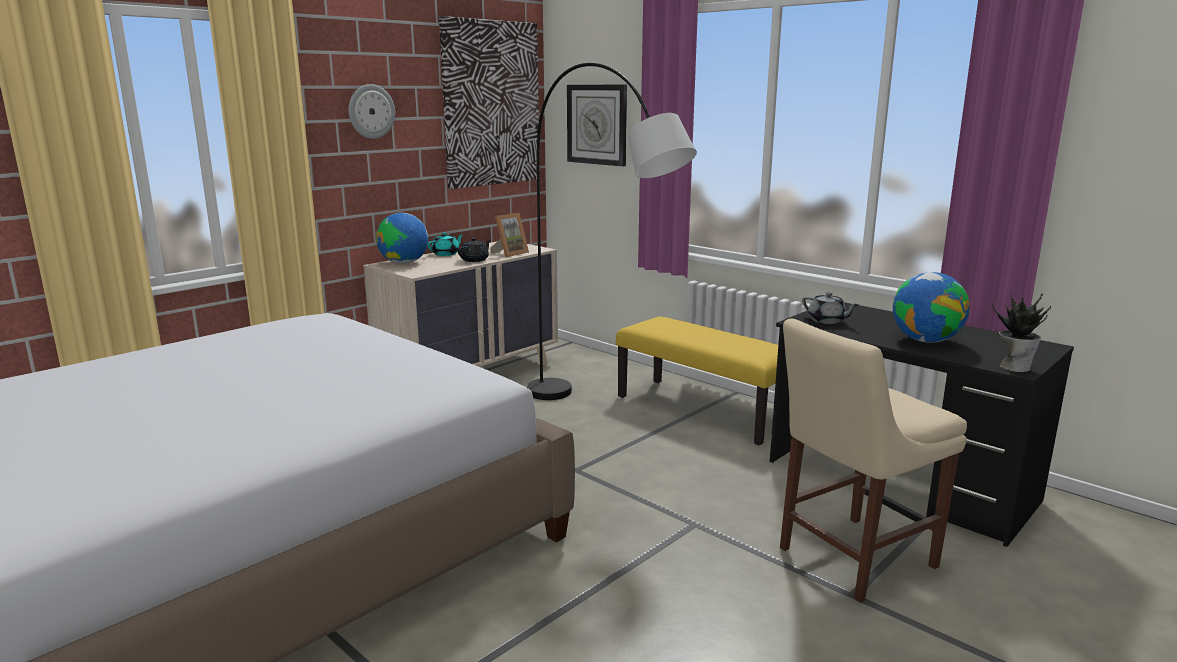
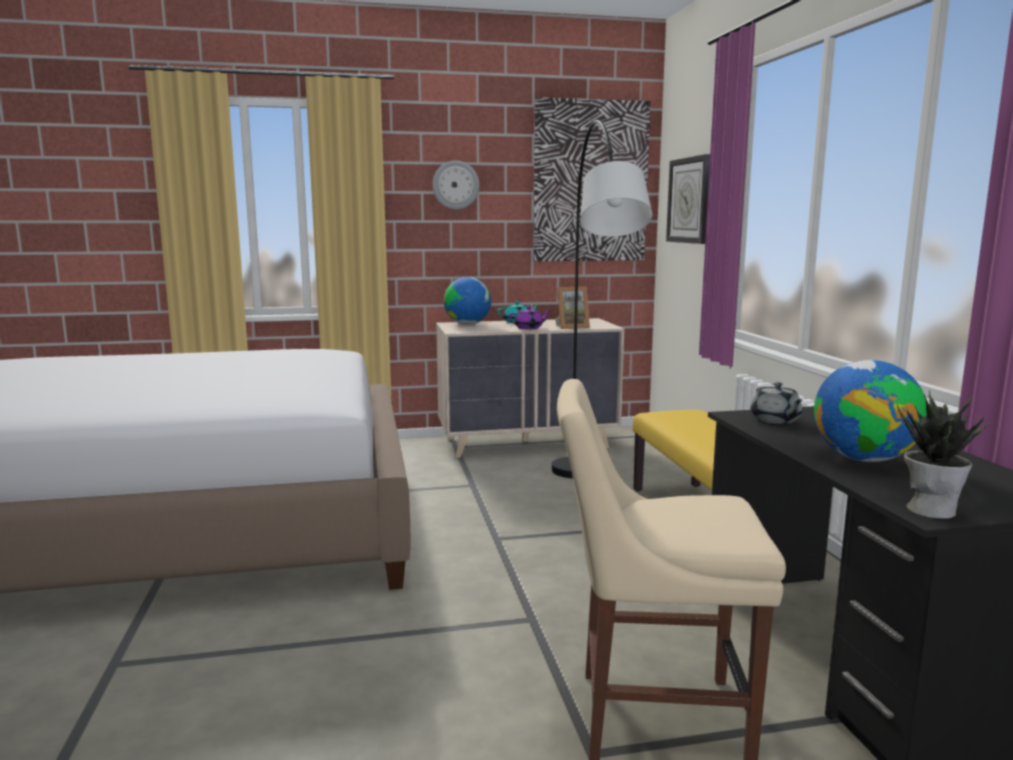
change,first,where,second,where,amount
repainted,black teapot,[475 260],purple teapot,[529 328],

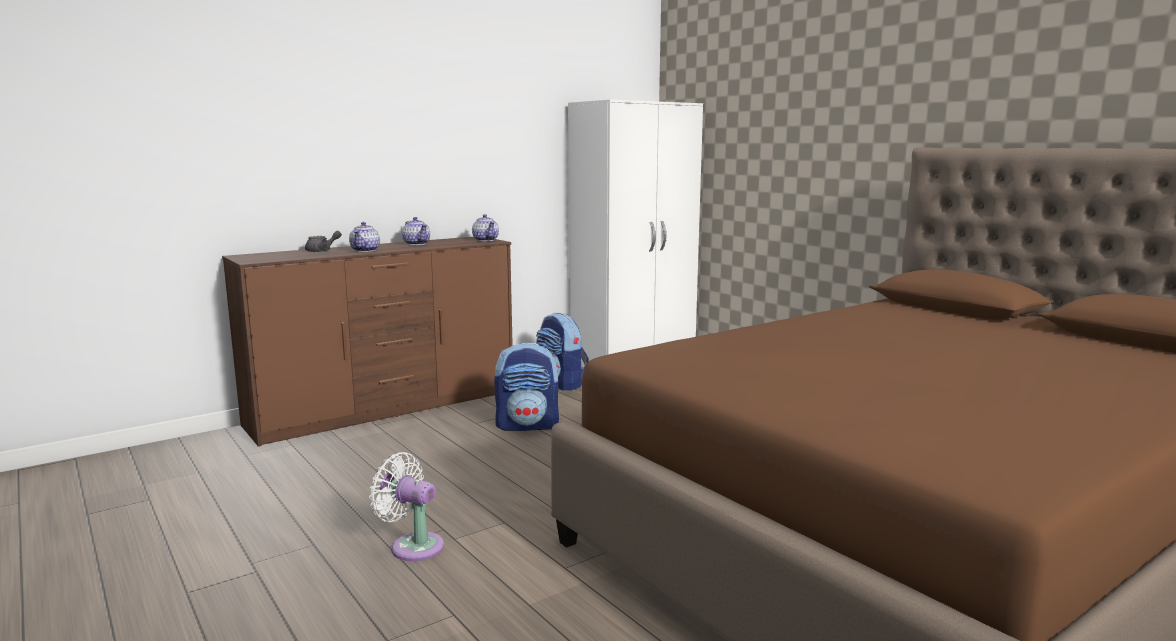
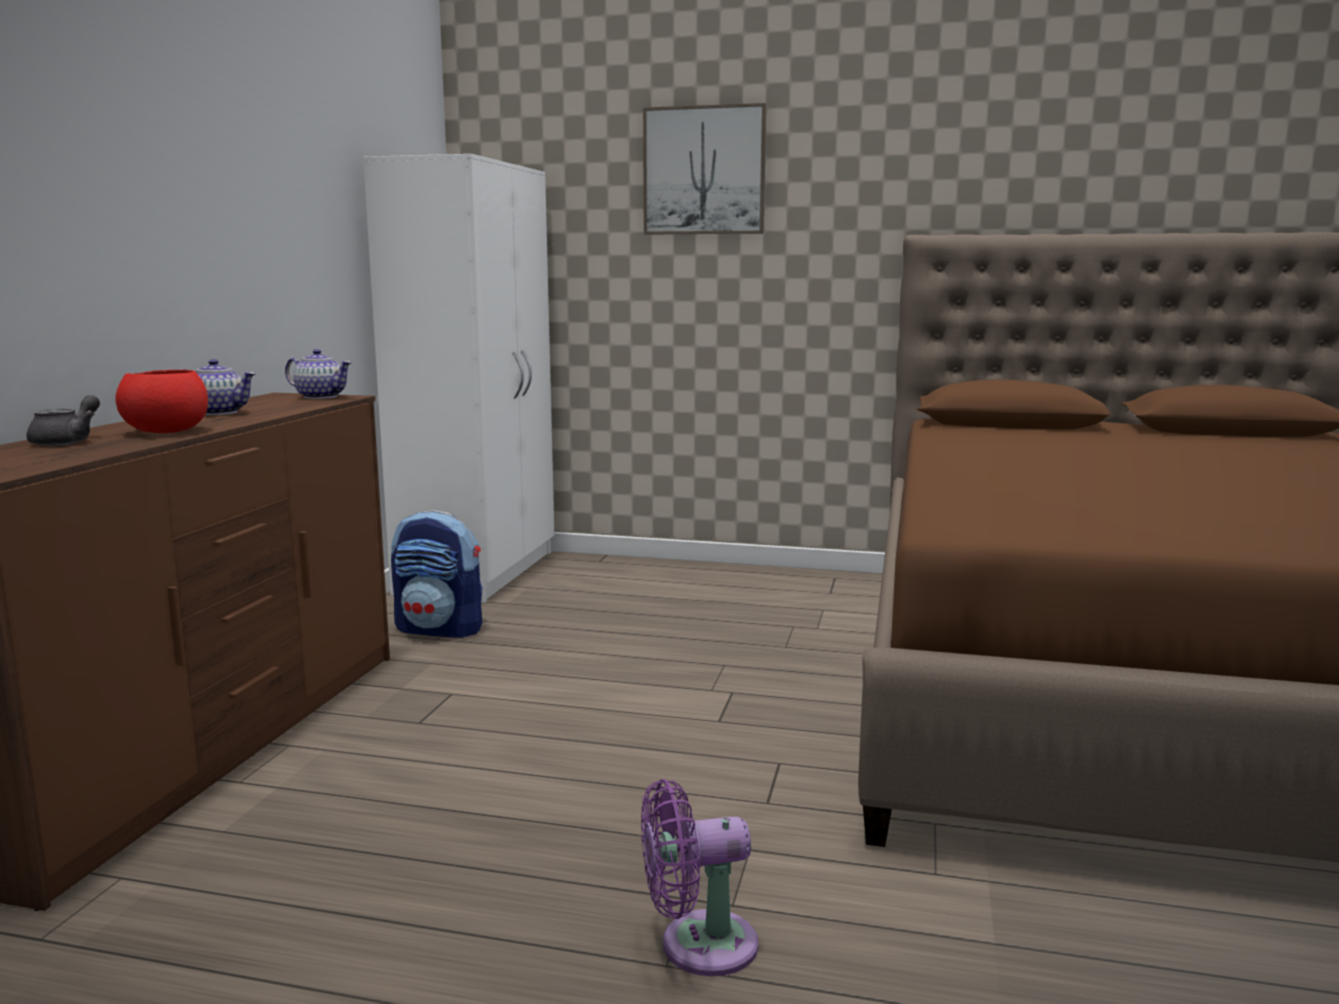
change,first,where,second,where,amount
gone,backpack,[528 425],,,
new,,,picture,[704 171],
swapped,teapot,[365 250],red bowl,[167 431],
repainted,white fan,[413 546],purple fan,[698 945],

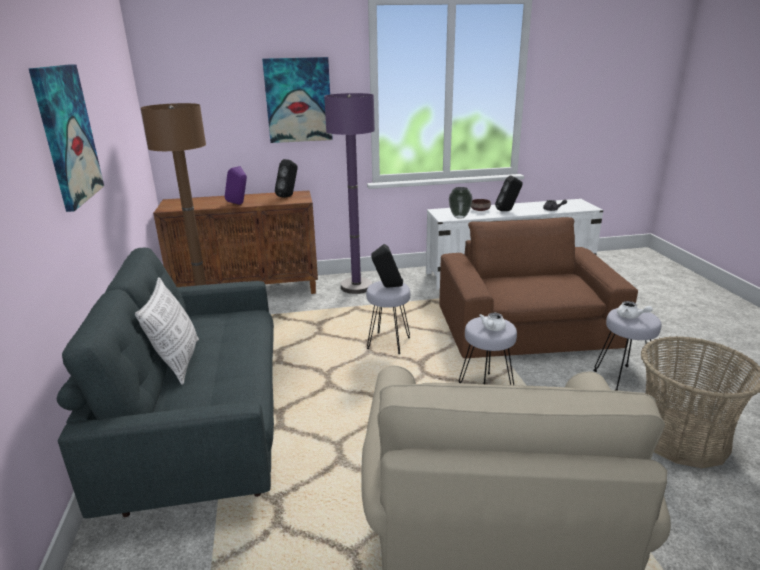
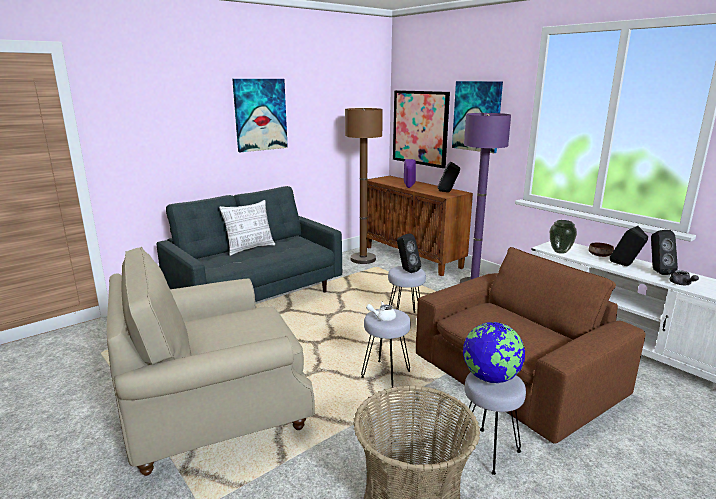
change,first,where,second,where,amount
new,,,picture,[420 128],
new,,,black speaker,[657 271],
swapped,white teapot,[630 316],globe,[491 378],

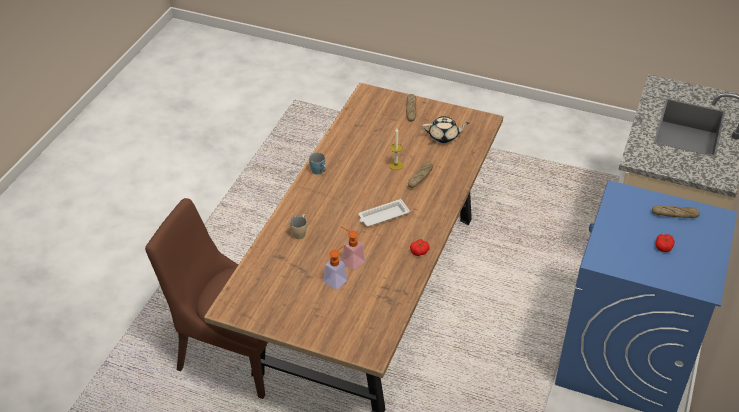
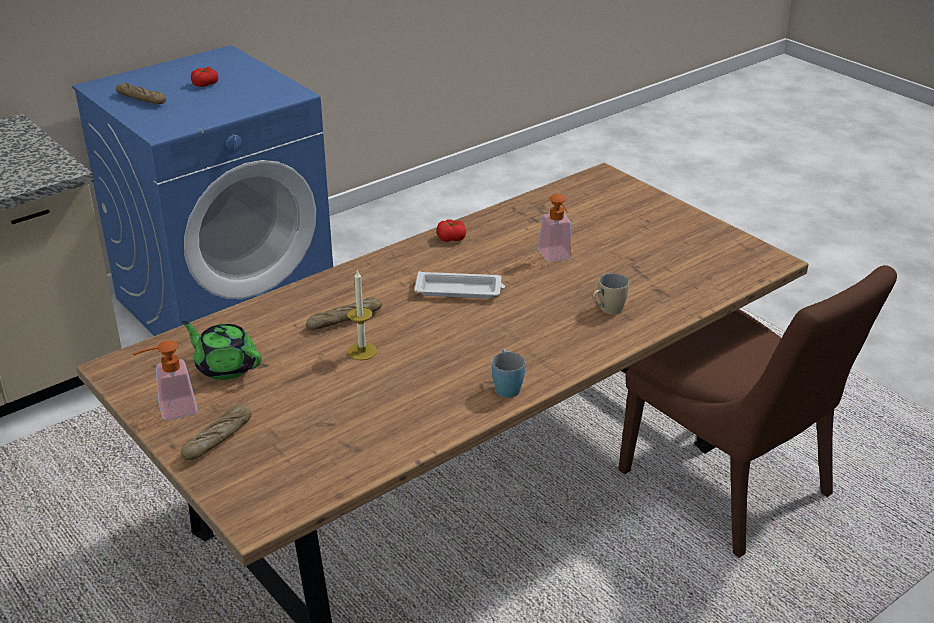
change,first,where,second,where,amount
shifted,soap dispenser,[338 279],,[170 410],
repainted,beige teapot,[444 137],green teapot,[225 366],

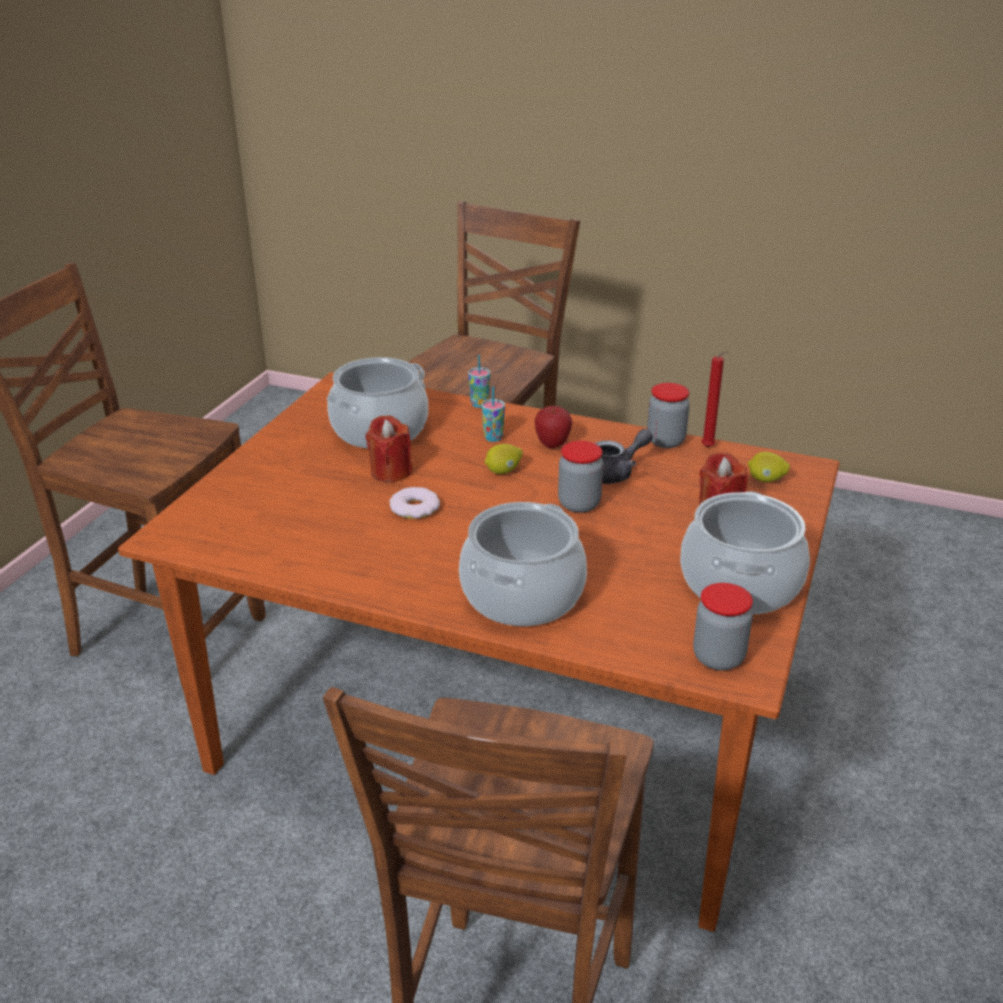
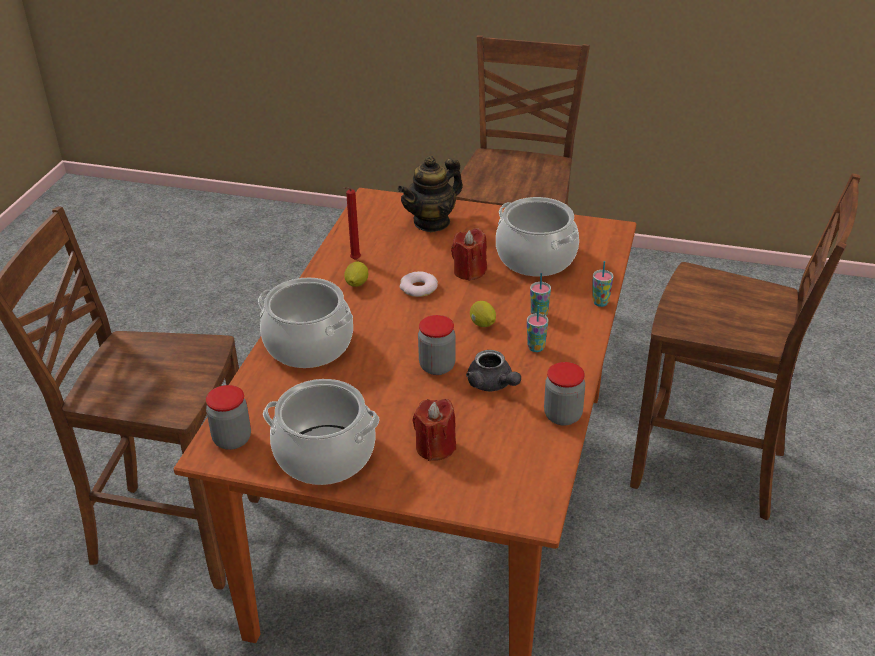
change,first,where,second,where,amount
new,,,teapot,[432 222],
shifted,red candle,[709 448],,[354 260],
shifted,lemon,[766 480],,[356 284],
swapped,apple,[552 444],cup,[536 347],

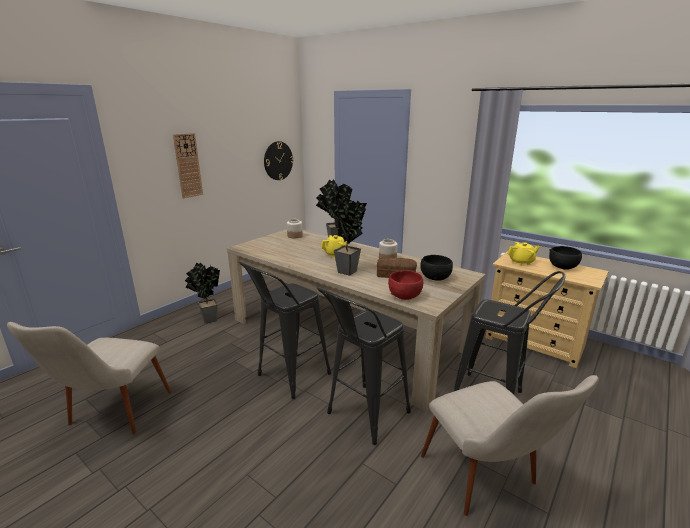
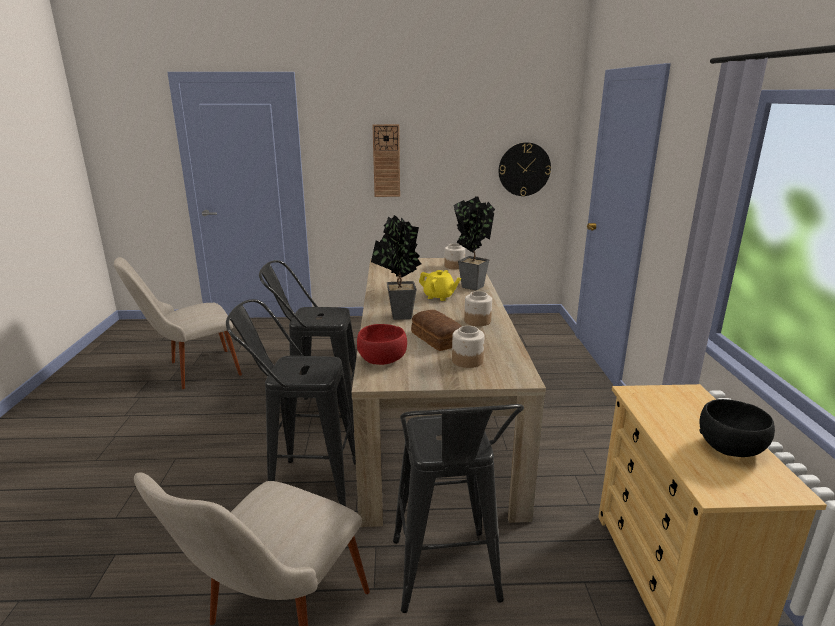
change,first,where,second,where,amount
gone,potted plant,[207 319],,,
gone,yellow teapot,[521 262],,,
swapped,black bowl,[435 277],jar,[467 360],

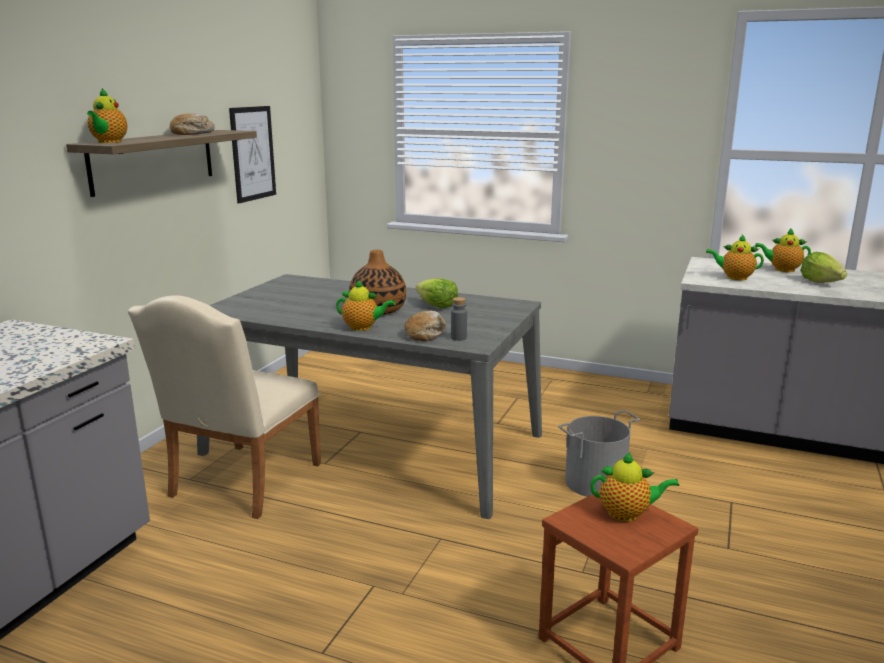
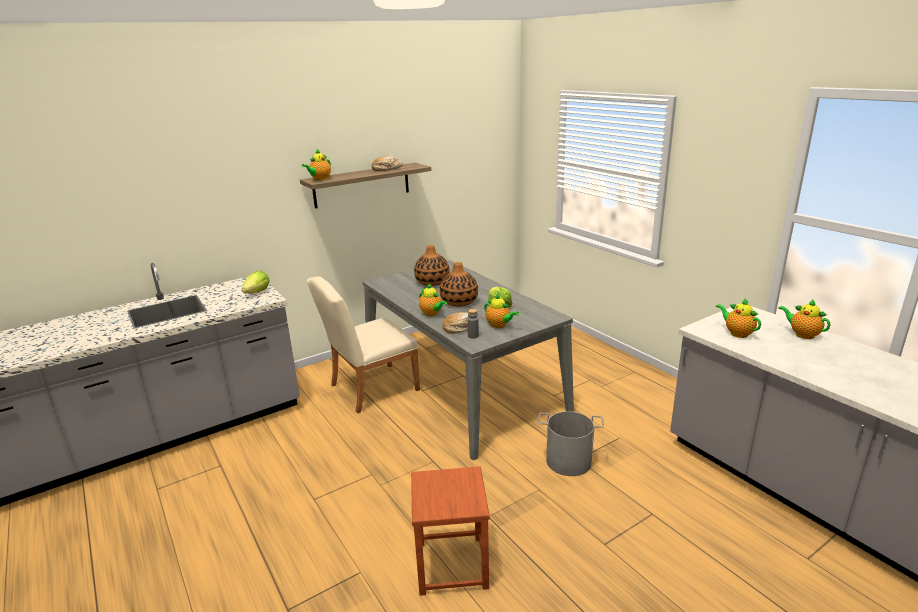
change,first,where,second,where,amount
gone,picture,[253 153],,,
new,,,vase,[432 282],
shifted,teapot,[627 514],,[499 325],
shifted,lettuce,[820 282],,[257 292],

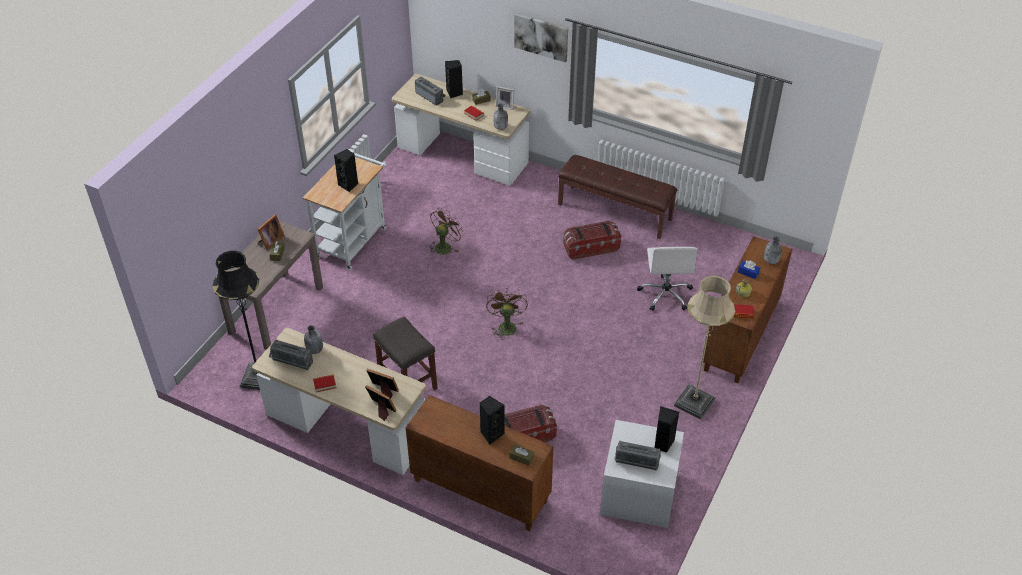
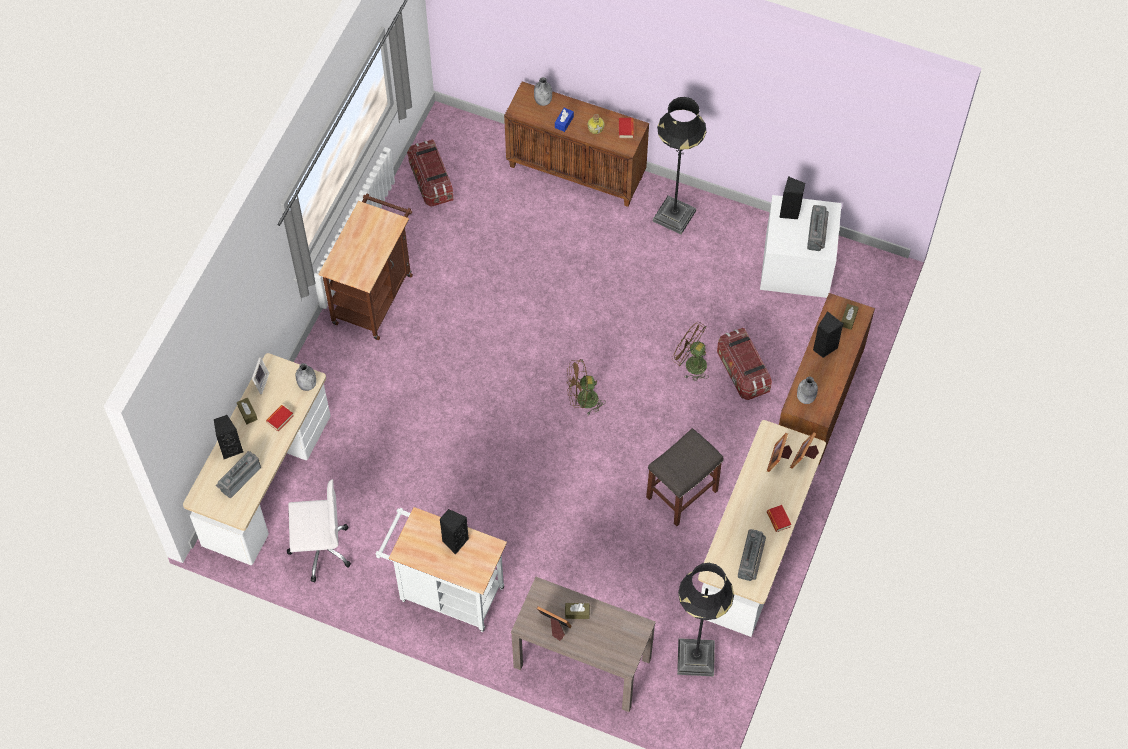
change,first,where,second,where,amount
gone,picture,[541 37],,,
shifted,grey bottle,[314 350],,[805 398],
shifted,brown fan,[445 246],,[691 363],
shifted,storage box,[591 248],,[431 182],
shifted,white office chair,[665 294],,[320 549],
swapped,brown bench,[615 211],brown cart,[374 294],
repainted,beige floor lamp,[694 403],black floor lamp,[674 216],

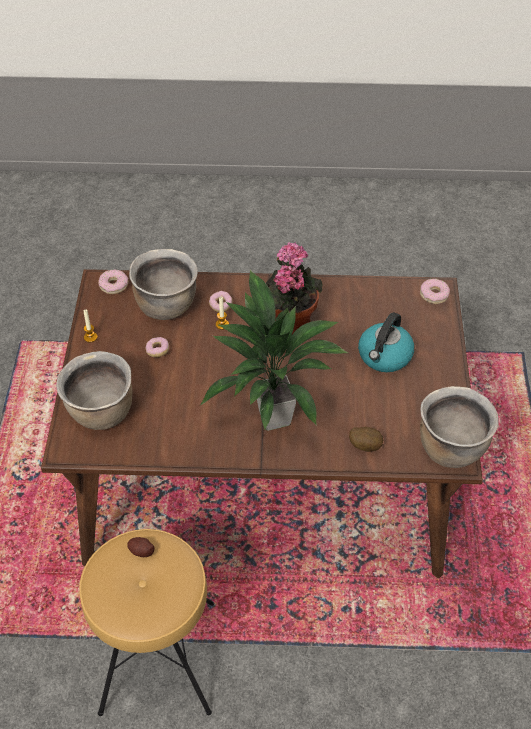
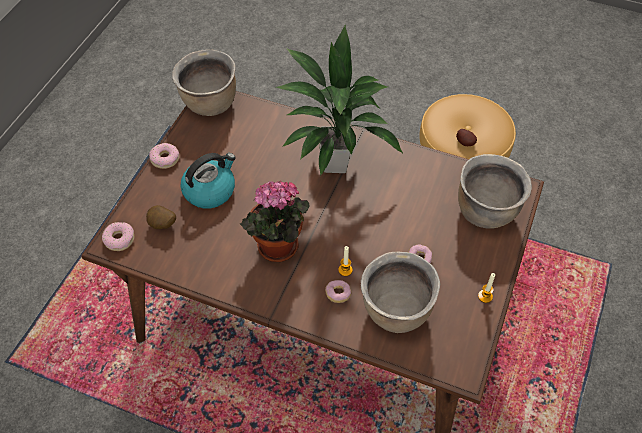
change,first,where,second,where,amount
shifted,donut,[114 285],,[165 159],
shifted,potato,[365 445],,[162 225],

